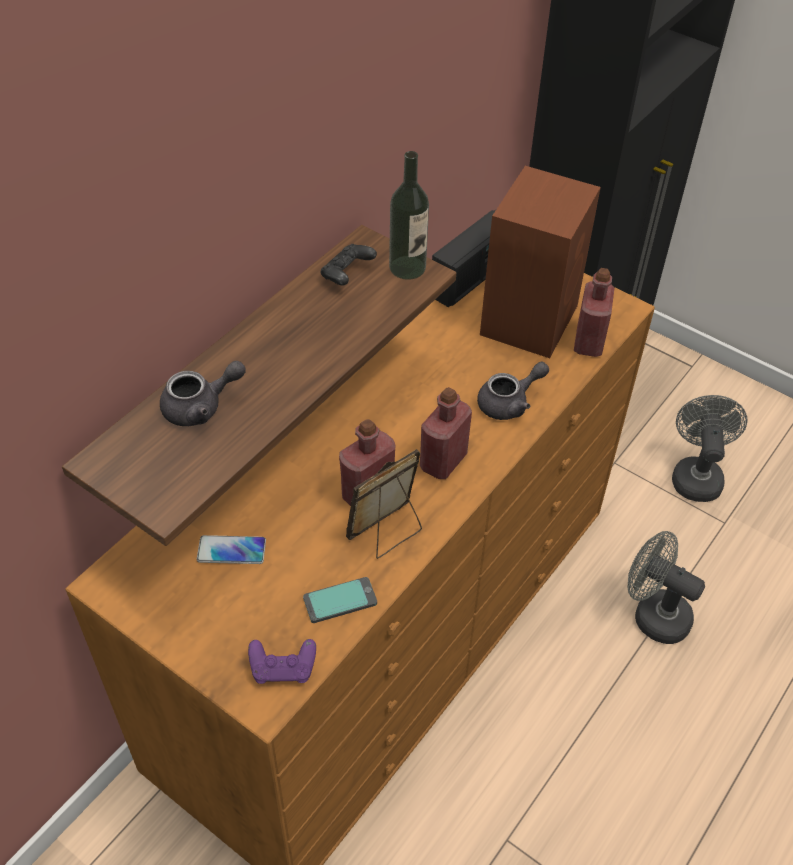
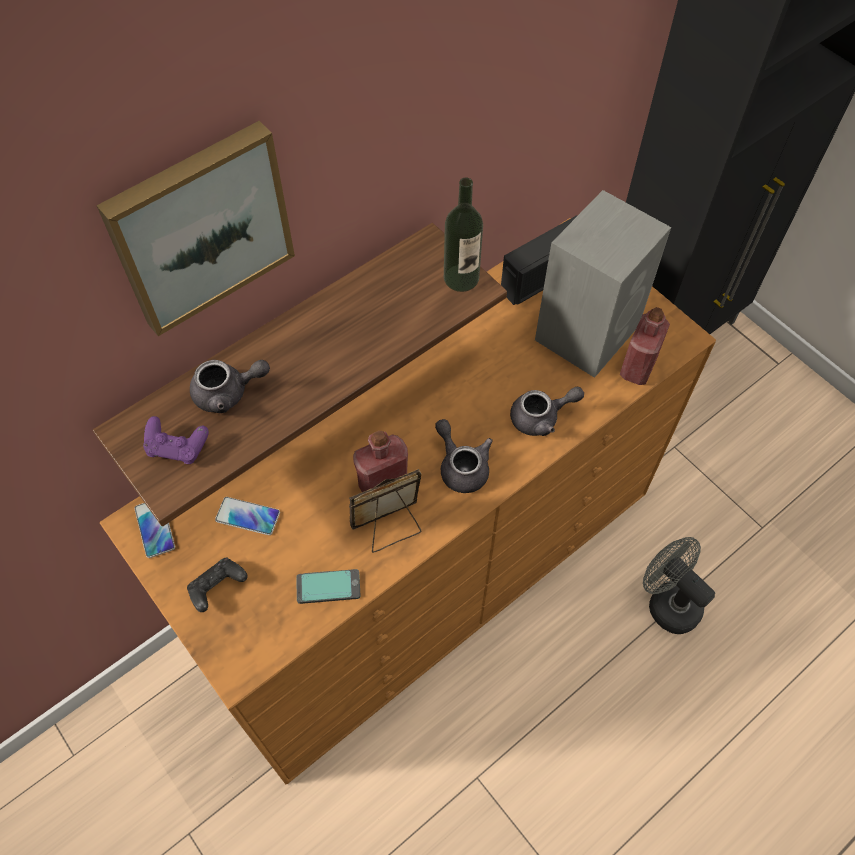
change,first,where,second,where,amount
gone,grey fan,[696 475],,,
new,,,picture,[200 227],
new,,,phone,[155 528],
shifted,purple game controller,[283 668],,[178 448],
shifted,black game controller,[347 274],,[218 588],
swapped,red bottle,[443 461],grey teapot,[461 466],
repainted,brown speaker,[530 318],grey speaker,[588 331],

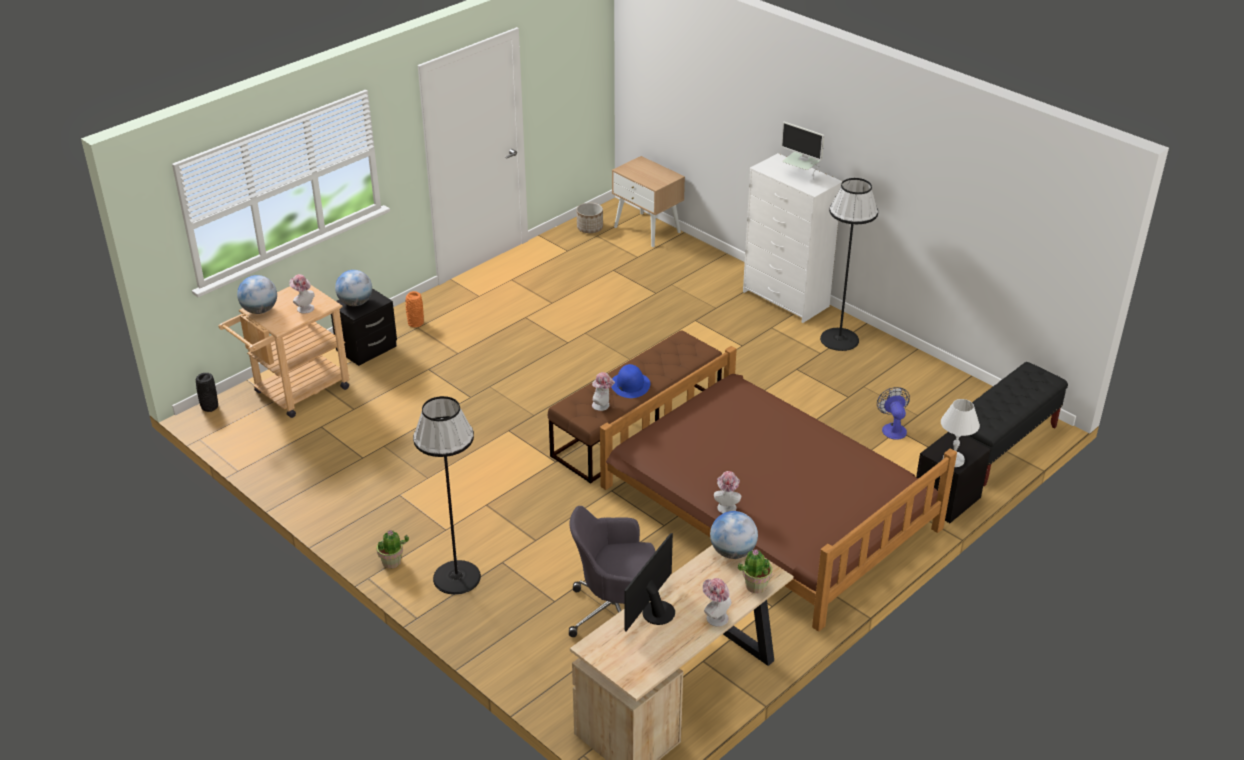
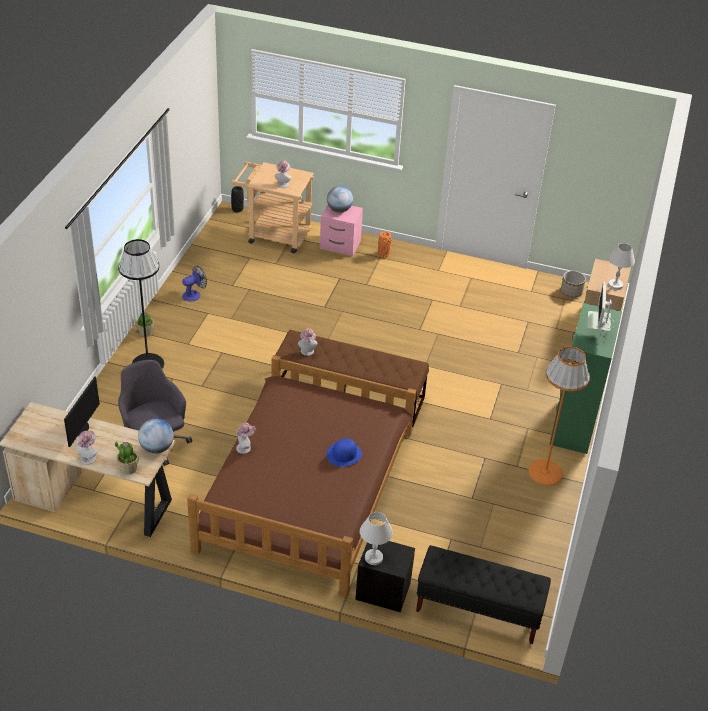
change,first,where,second,where,amount
gone,globe,[260 310],,,
new,,,white table lamp,[615 285],
shifted,blue hat,[630 384],,[344 454],
shifted,fan,[892 428],,[194 294],
repainted,black nightstand,[367 349],pink nightstand,[340 245],
repainted,white dresser,[786 299],green dresser,[573 426],
repainted,black floor lamp,[839 339],orange floor lamp,[545 472],
rotated,monitor,[655 611],,[80 428],105 degrees clockwise

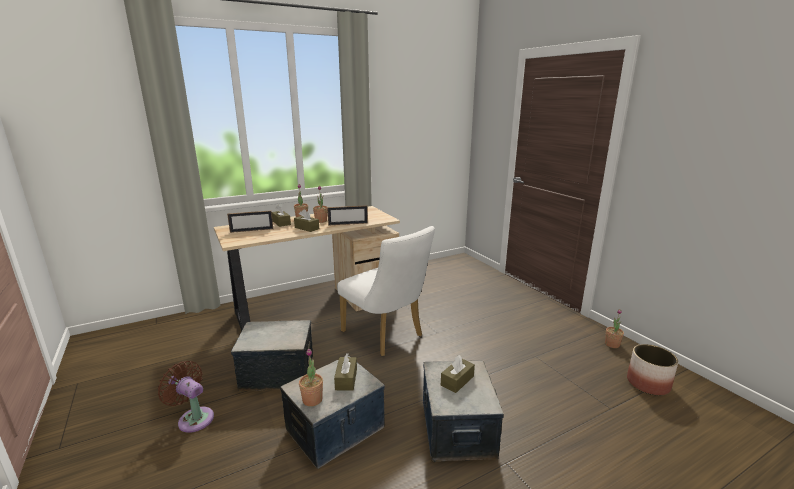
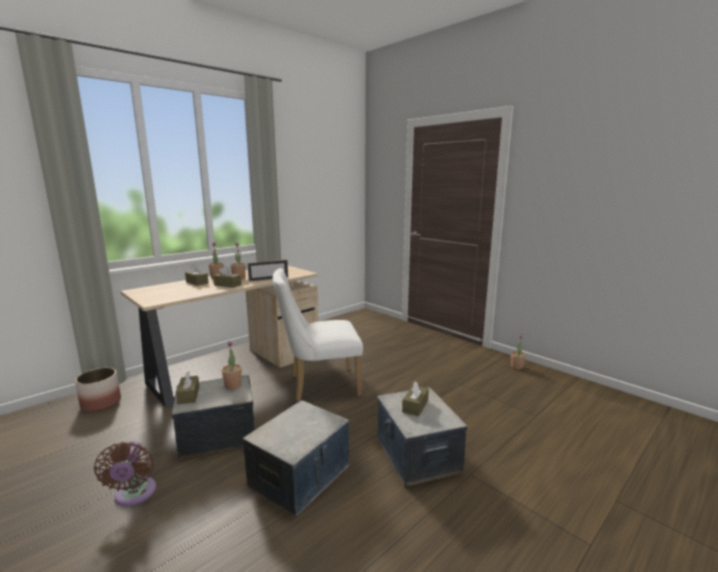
change,first,where,second,where,amount
gone,picture frame,[252 230],,,
shifted,potted plant,[312 400],,[233 385],
shifted,brown tissue box,[346 379],,[188 395],
shifted,planter,[647 383],,[101 403],
rotated,brown fan,[194 418],,[134 495],120 degrees counterclockwise
rotated,white chair,[386 336],,[318 385],135 degrees clockwise

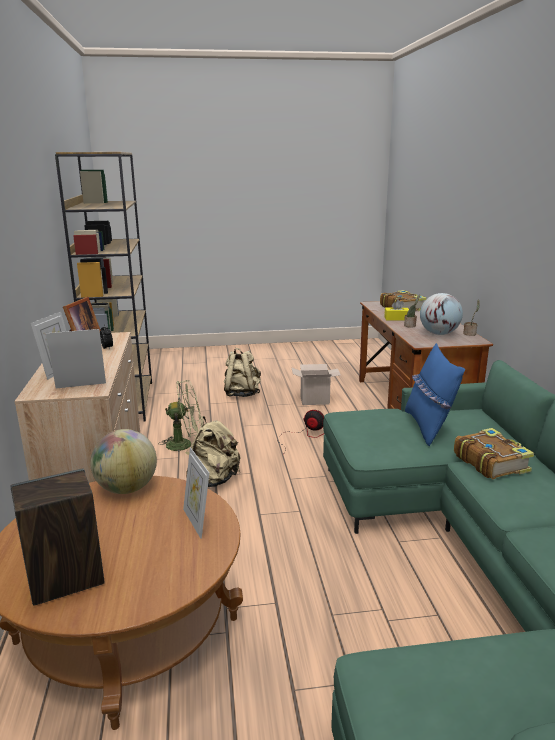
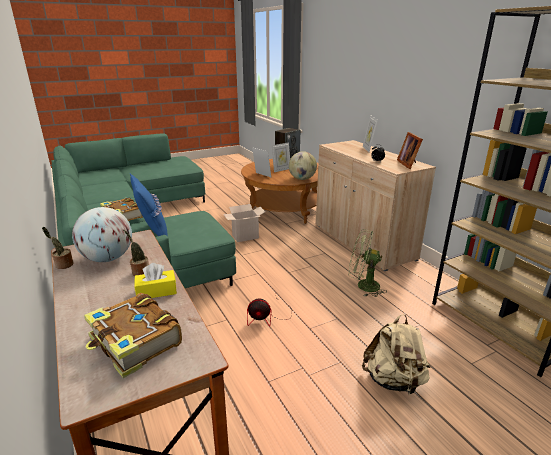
change,first,where,second,where,amount
gone,beige backpack,[213 480],,,
shifted,picture frame,[80 387],,[281 170],
shifted,cardboard box,[315 400],,[245 237],
rotated,green fan,[185 444],,[363 286],45 degrees clockwise

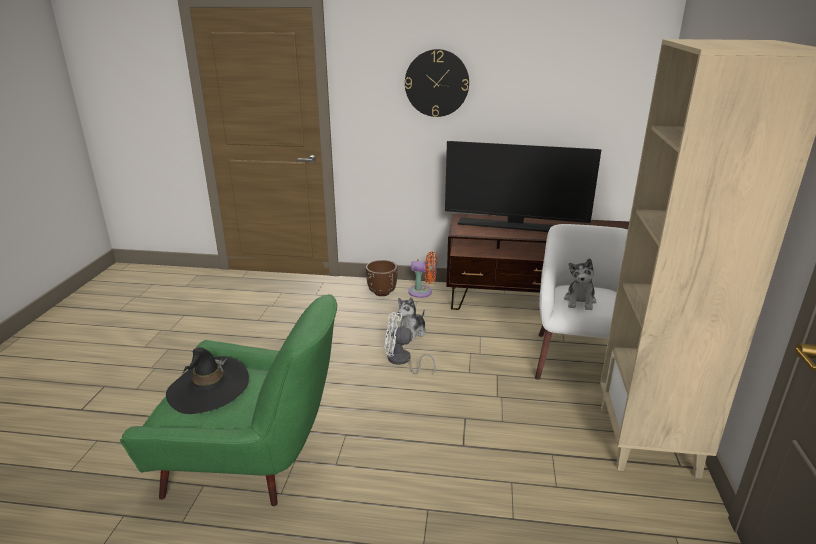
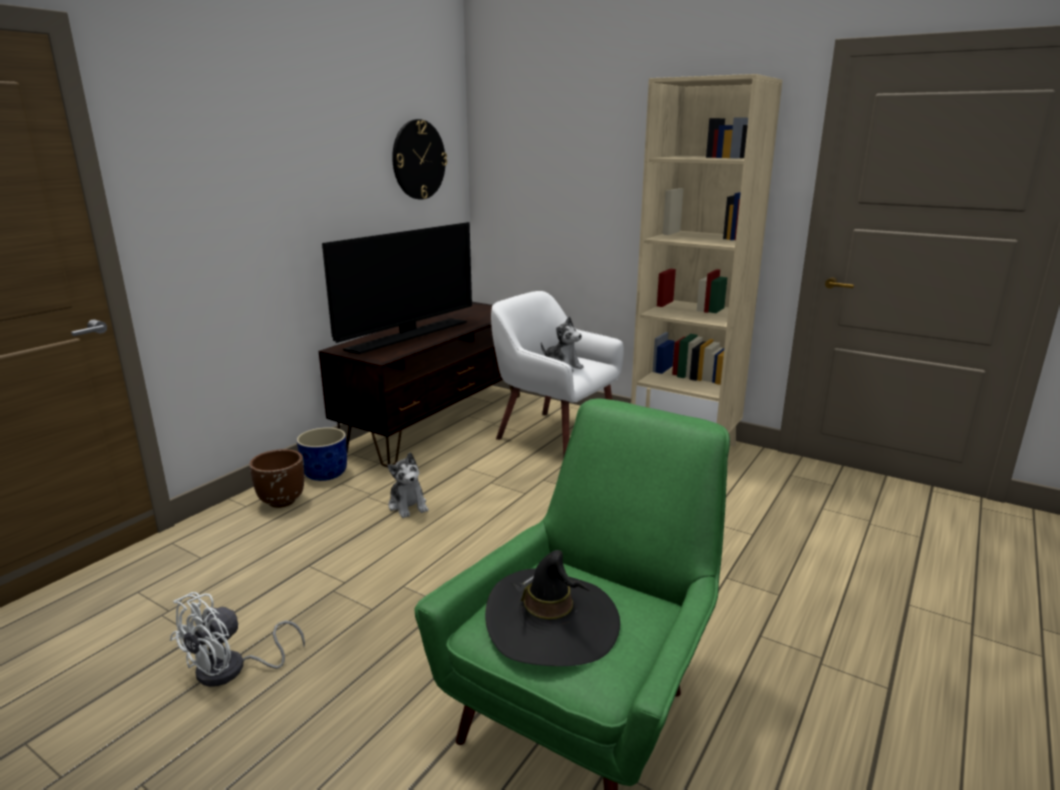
change,first,where,second,where,amount
shifted,white fan,[402 361],,[232 670],
shifted,wall clock,[436 83],,[418 160],
swapped,orange fan,[423 292],blue planter,[324 474],

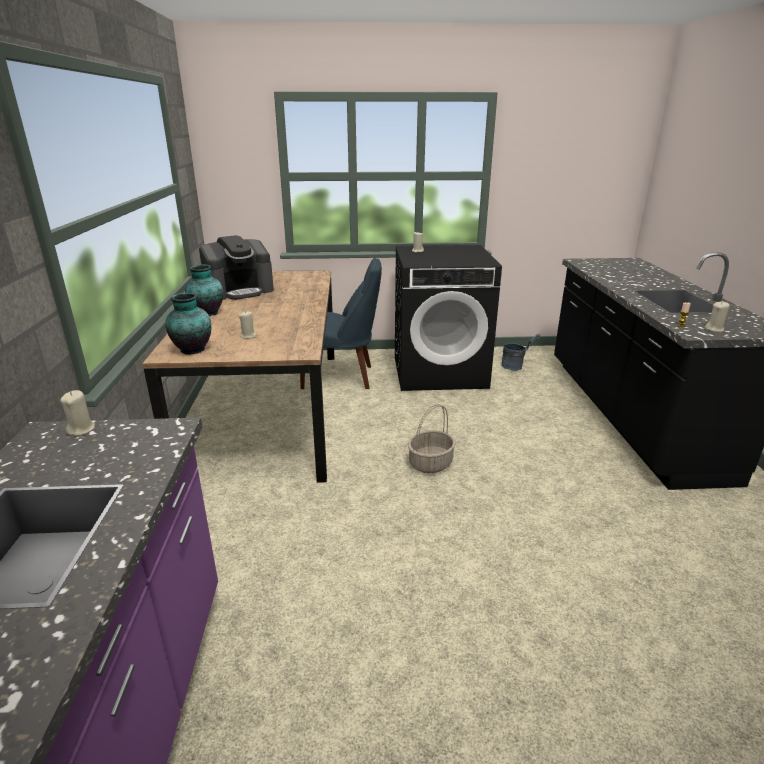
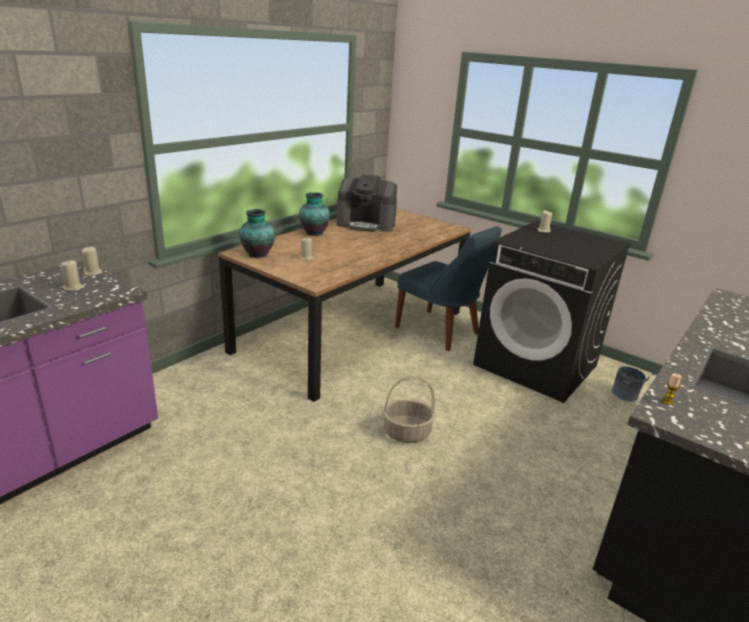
change,first,where,second,where,amount
shifted,beige candle,[714 329],,[73 288],

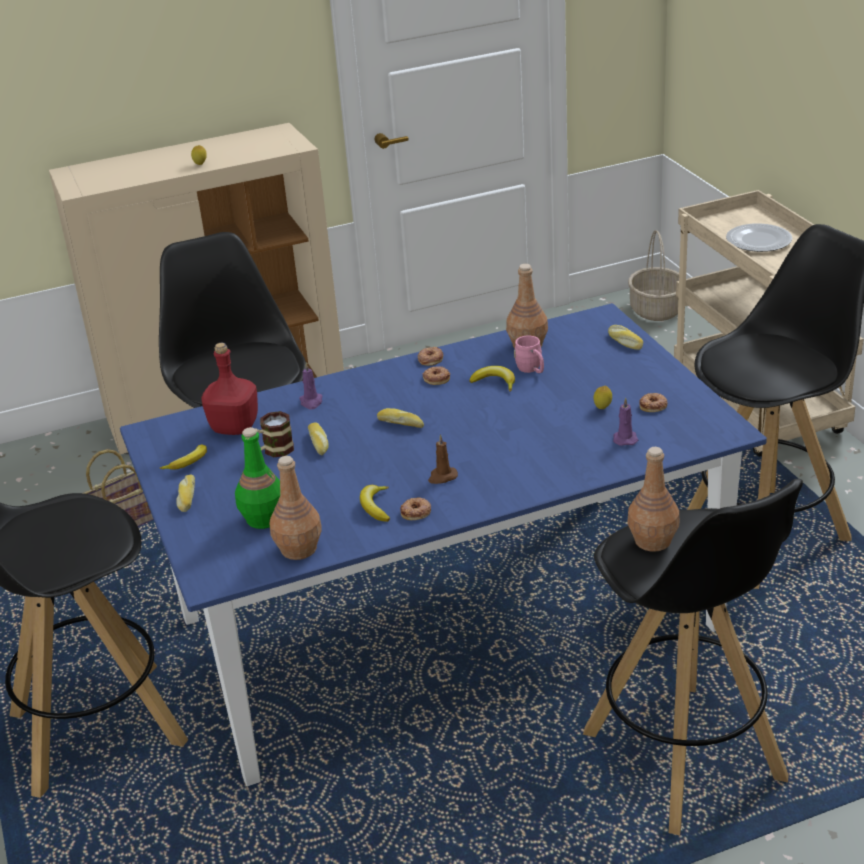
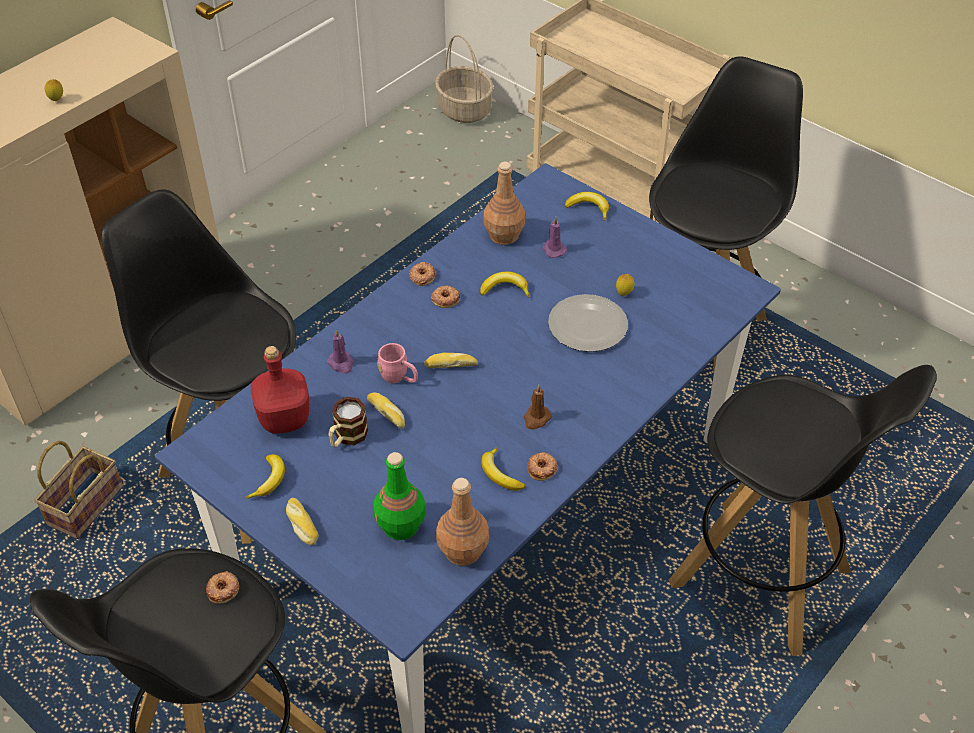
change,first,where,second,where,amount
gone,brown bottle,[652 541],,,
shifted,pink mug,[531 370],,[399 378],
shifted,purple candle,[625 439],,[553 249],
shifted,donut,[653 405],,[223 589],
shifted,plate,[759 241],,[588 325],
swapped,bread,[624 342],banana,[589 208],

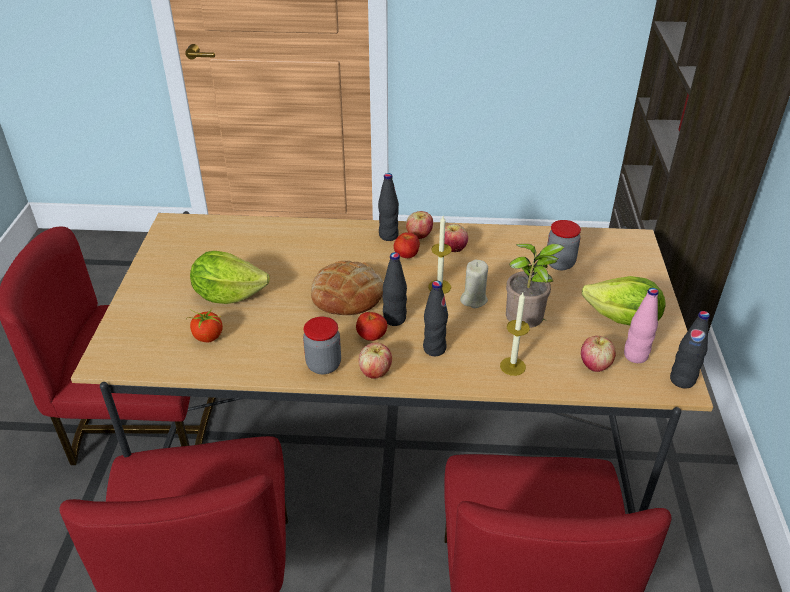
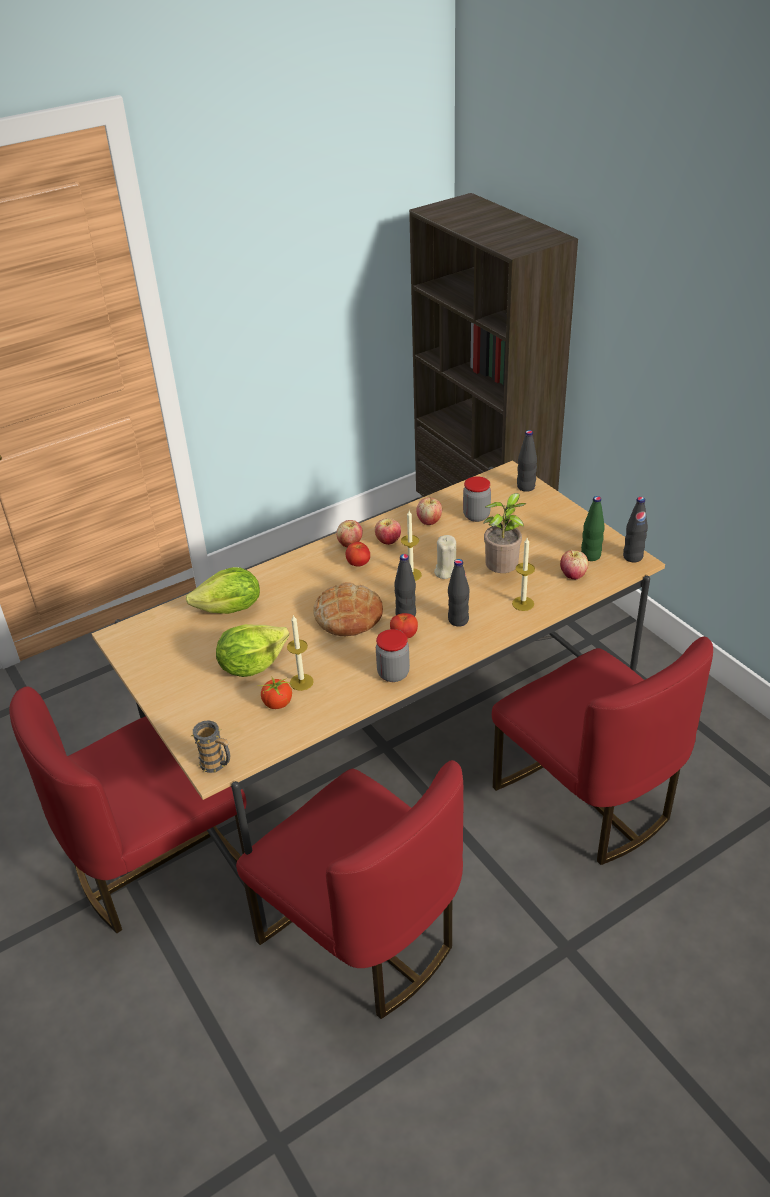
change,first,where,second,where,amount
new,,,mug,[217 764],
new,,,candle,[301 682],
shifted,apple,[375 372],,[429 521],
shifted,black bottle,[388 236],,[526 487],
shifted,lettuce,[623 320],,[230 609],
repainted,pink bottle,[635 356],green bottle,[590 556],

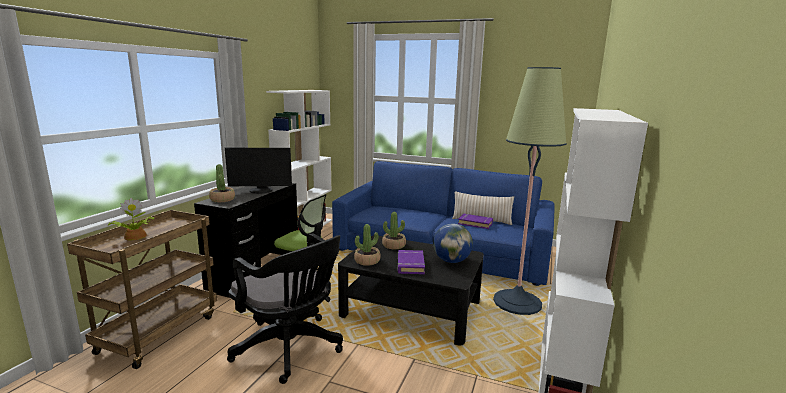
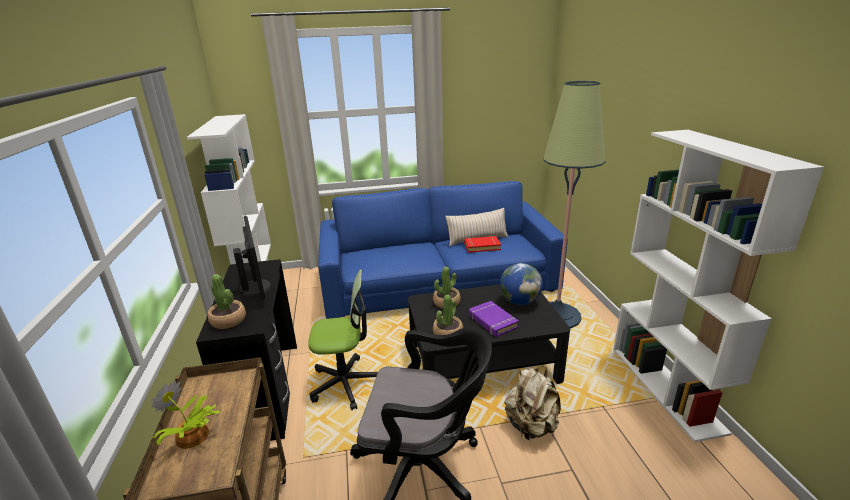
change,first,where,second,where,amount
new,,,beige backpack,[531 426],
repainted,purple book,[475 223],red book,[482 246],
rotated,monitor,[260 191],,[257 287],75 degrees counterclockwise

